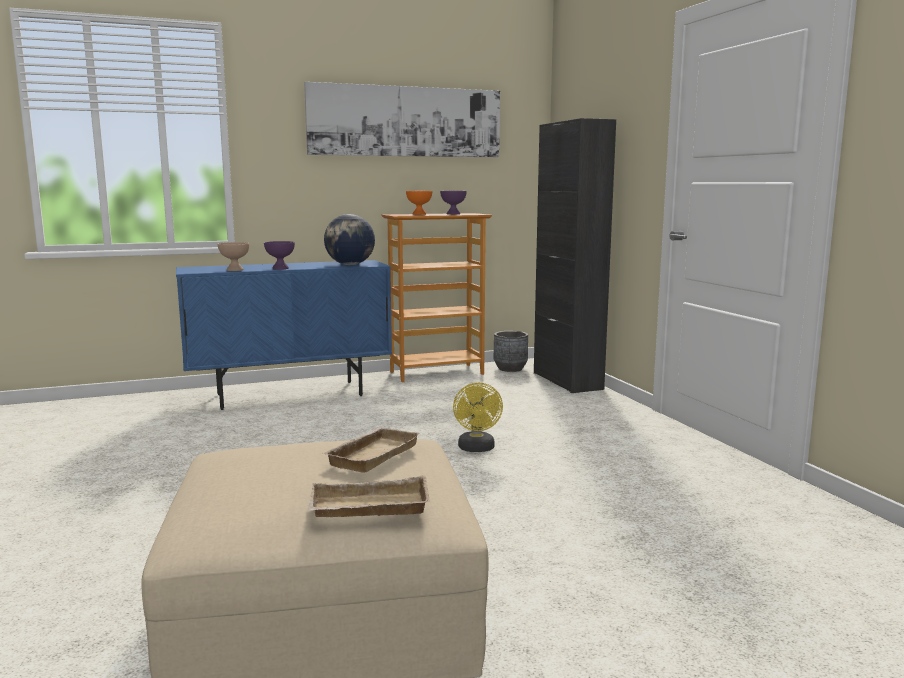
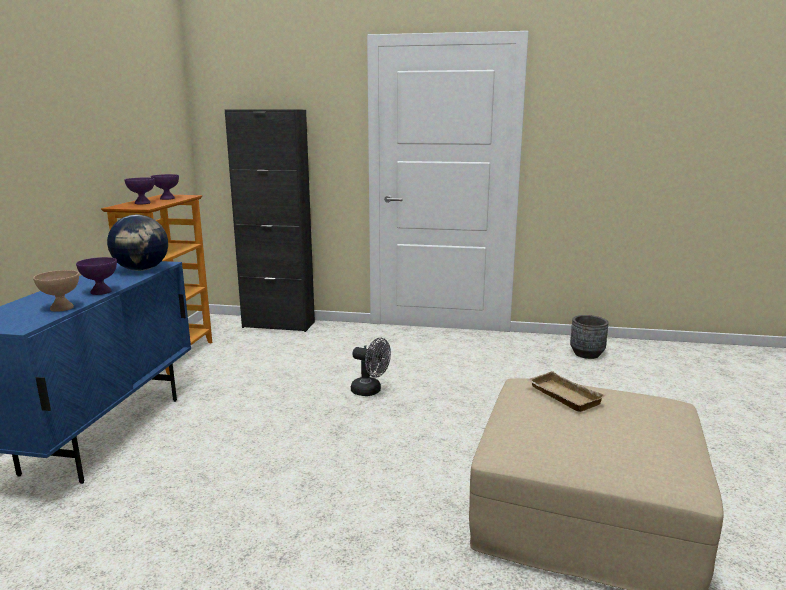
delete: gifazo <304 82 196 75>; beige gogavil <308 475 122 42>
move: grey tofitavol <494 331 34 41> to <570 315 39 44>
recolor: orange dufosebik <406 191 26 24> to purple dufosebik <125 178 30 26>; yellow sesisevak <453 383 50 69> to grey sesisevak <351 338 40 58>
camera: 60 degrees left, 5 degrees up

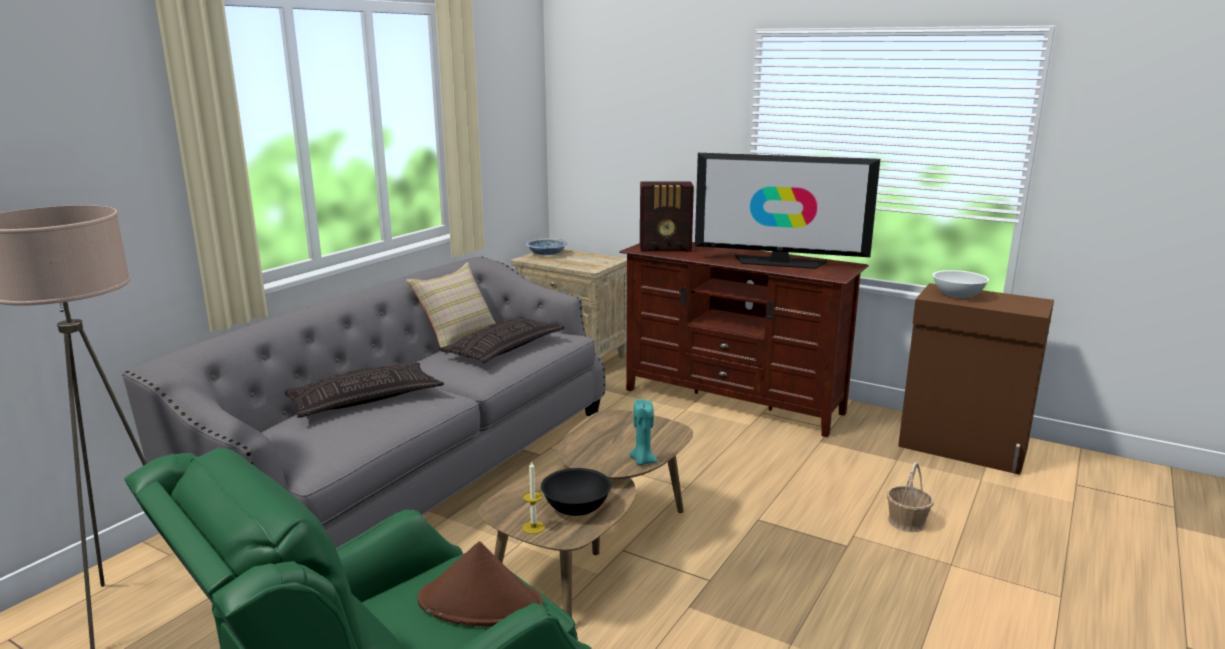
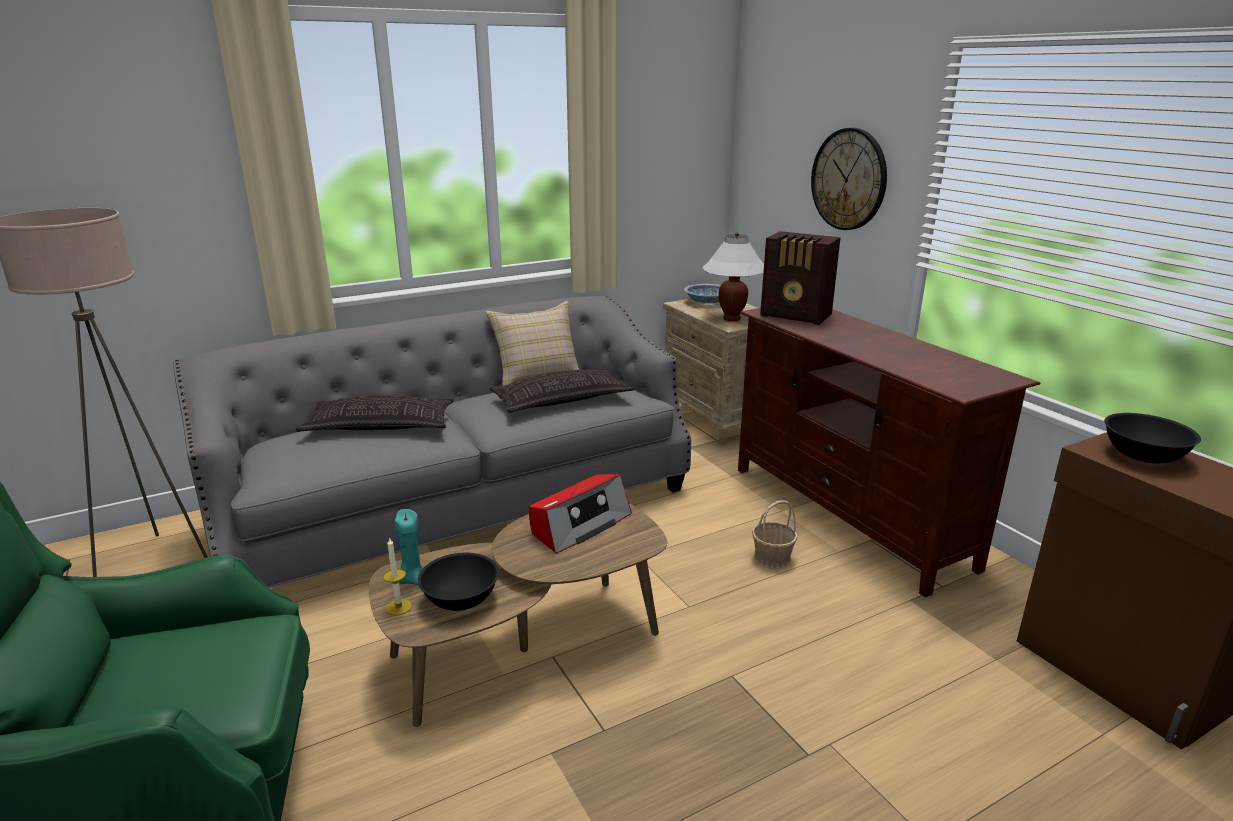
delete: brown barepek <418 541 125 86>; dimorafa <695 153 185 116>
insert: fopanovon <529 474 103 80>; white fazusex <702 233 62 89>; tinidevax <811 128 76 102>
move: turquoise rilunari <629 399 29 67> to <394 509 29 76>; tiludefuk <887 462 46 70> to <752 500 46 69>
recolor: white dufosebik <932 270 57 28> to black dufosebik <1104 413 97 50>
camera: 30 degrees right, 5 degrees up

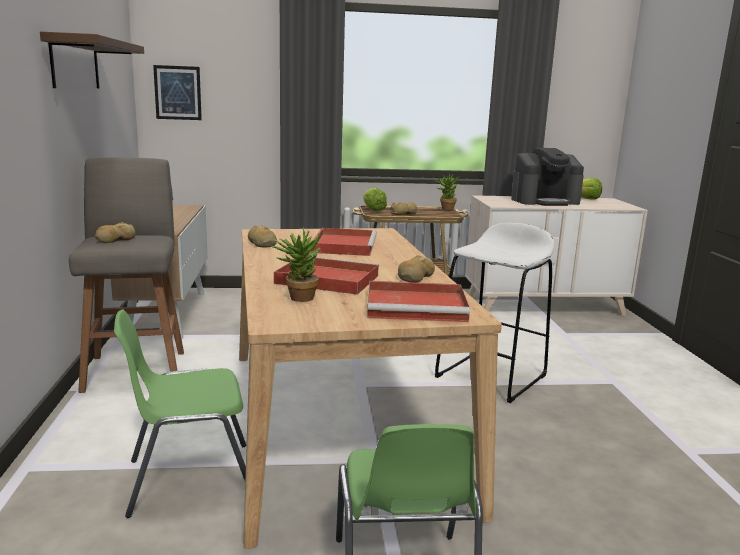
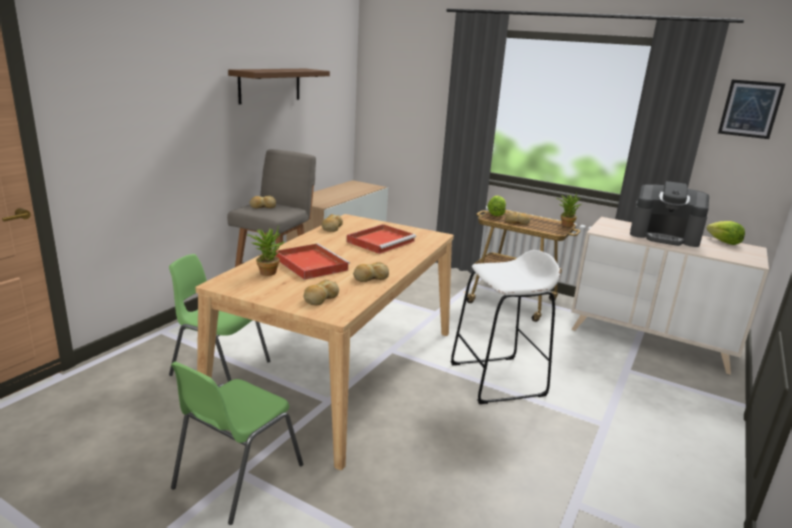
move: gifazo <153 65 49 55> to <718 79 67 60>
replace: red gogavil <367 281 103 41> to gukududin <304 279 35 26>
camera: 35 degrees right, 5 degrees up

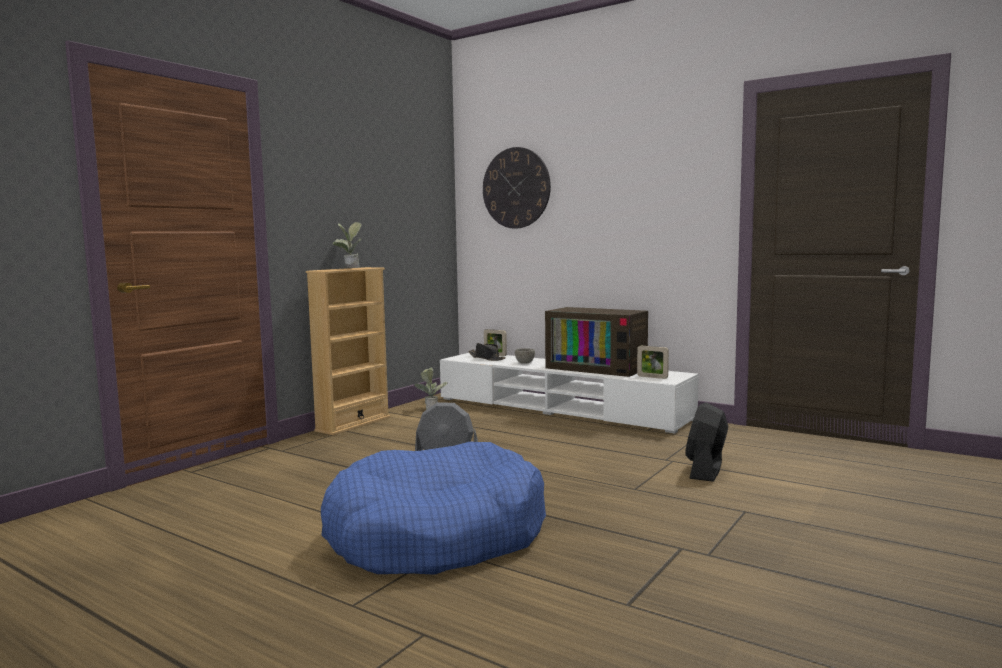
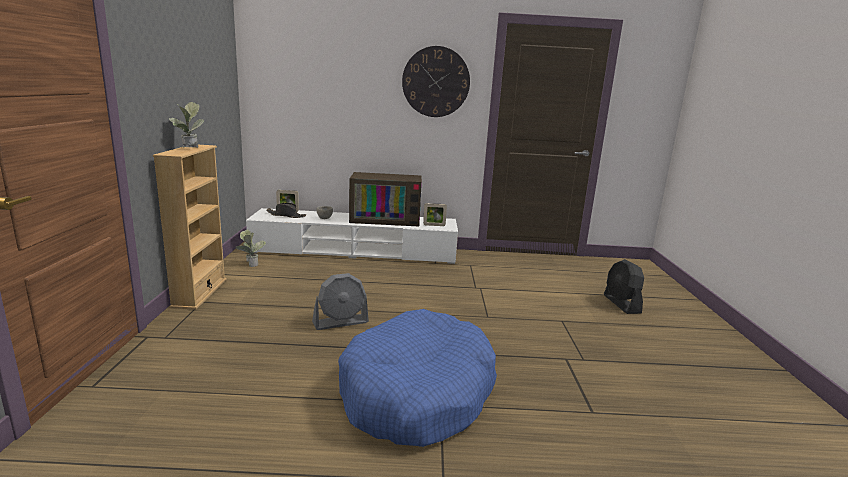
move: tinidevax <483 147 68 82> to <402 46 68 71>; black sesisevak <685 402 43 80> to <604 259 40 55>
camera: 35 degrees left, 10 degrees up

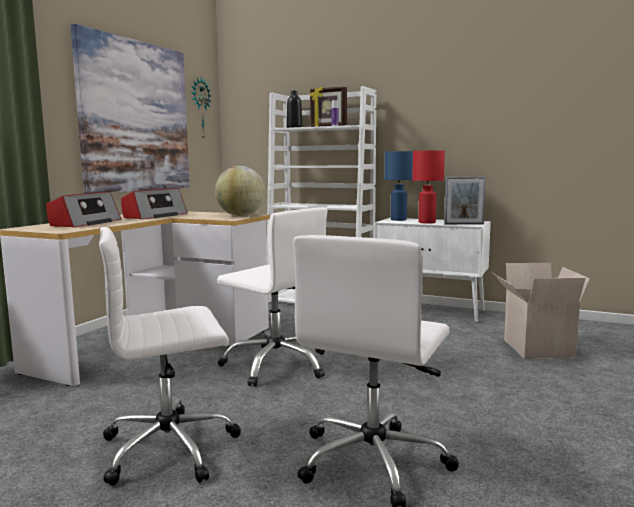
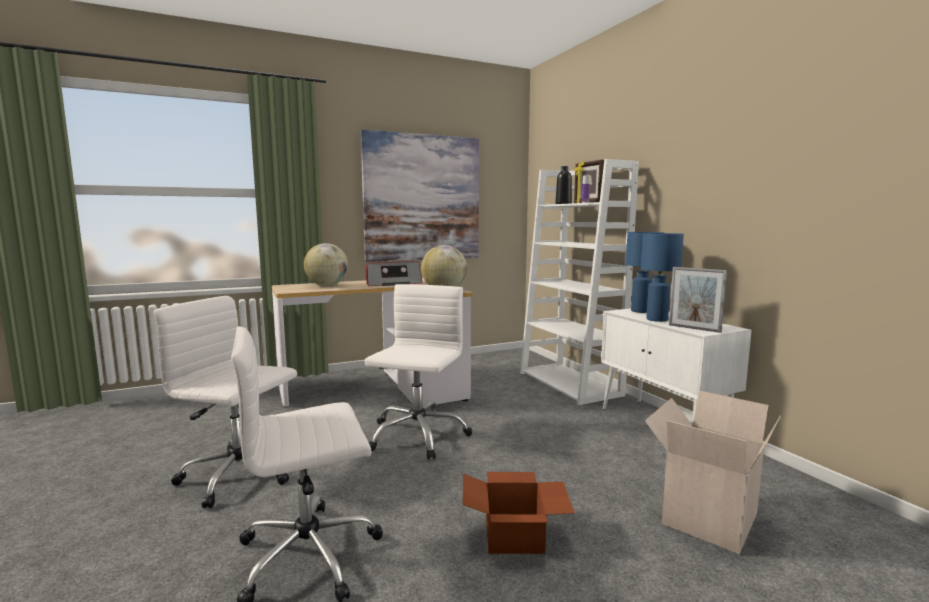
delete: tinidevax <191 77 21 63>
insert: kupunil <463 472 112 82>
replace: fopanovon <46 192 75 35> to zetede <304 243 44 43>
recolor: red fazusex <412 150 33 74> to blue fazusex <641 233 43 89>
rotate: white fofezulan <217 207 111 180> = <365 284 107 176> 150 degrees counterclockwise
camera: 40 degrees right, 0 degrees up

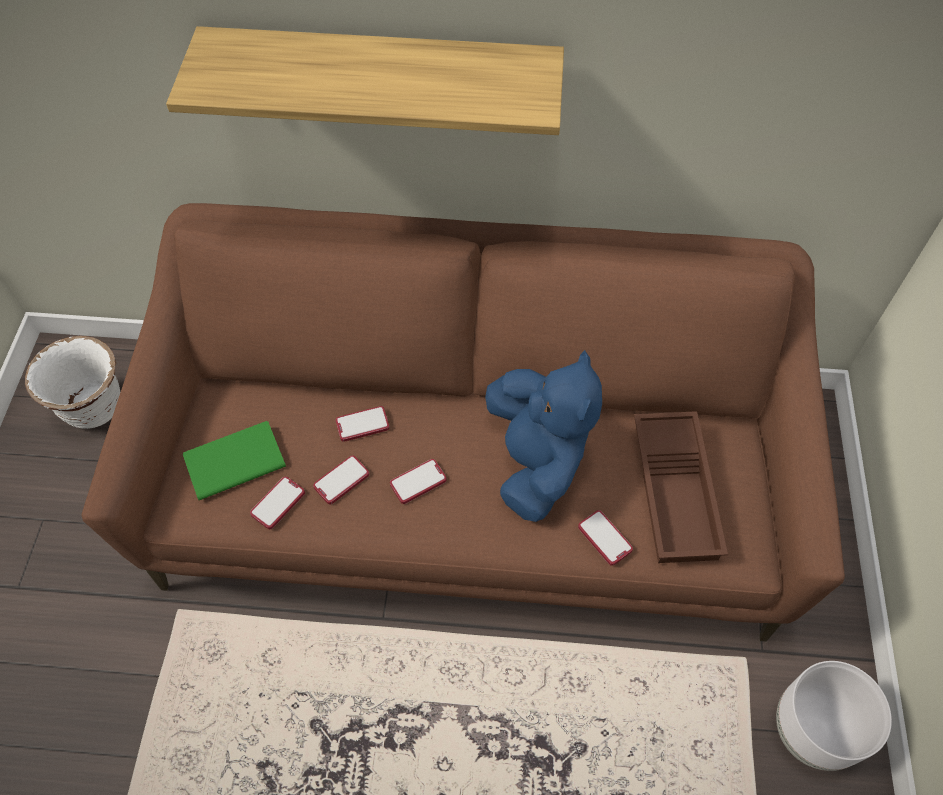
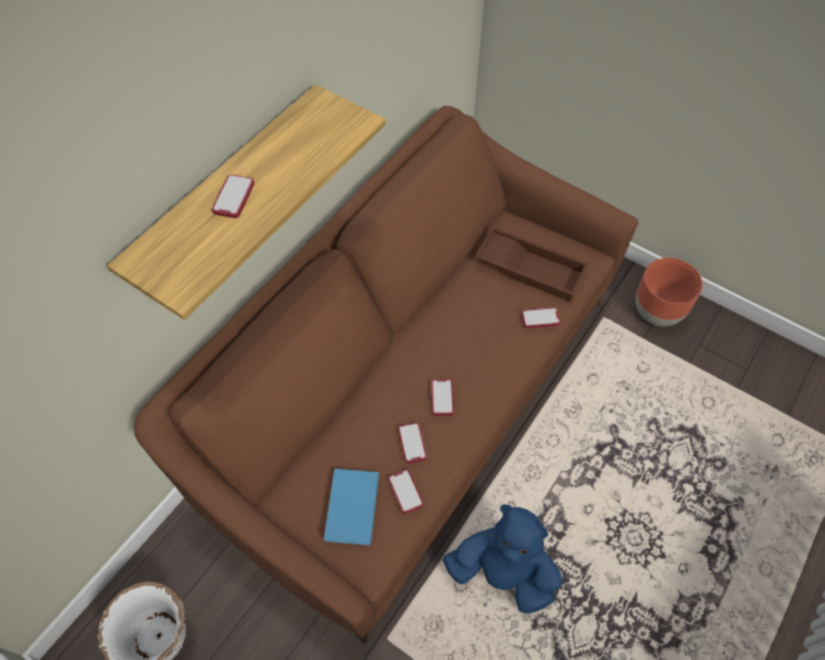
move: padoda <336 406 53 36> to <212 175 42 43>; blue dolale <485 350 117 172> to <443 505 119 108>
recolor: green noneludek <183 421 103 79> to blue noneludek <324 469 55 76>; white tofitavol <776 661 116 110> to brown tofitavol <636 258 67 68>
camera: 60 degrees left, 0 degrees up

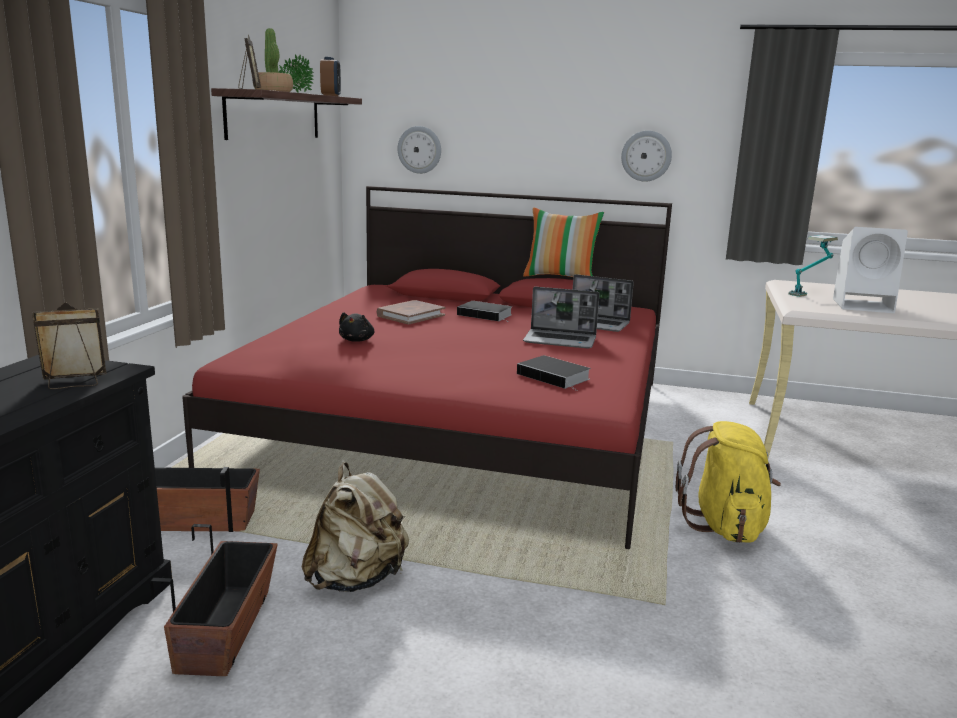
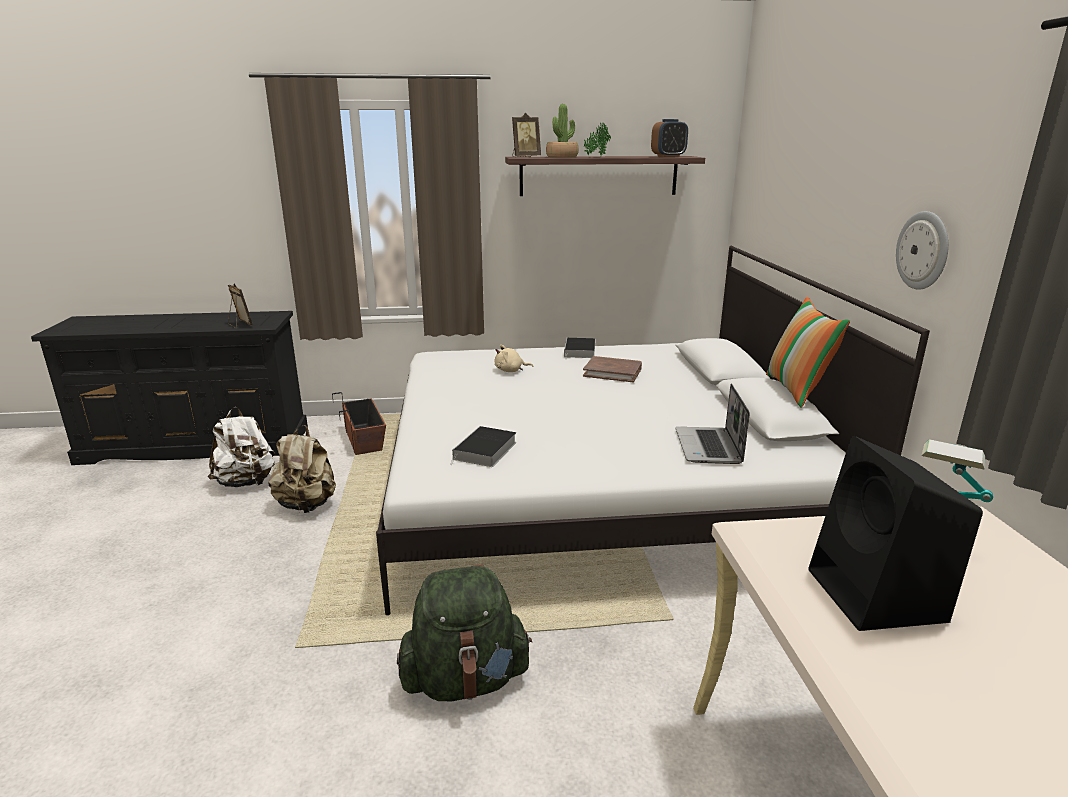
delete: tinidevax <398 126 43 48>; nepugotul <523 287 77 61>
move: noneludek <457 301 56 21> to <564 338 31 22>
replace: tofitavol <150 524 128 152> to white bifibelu <208 407 67 80>
recolor: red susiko <182 186 490 363> to white susiko <376 246 554 369>; black dolale <339 312 35 30> to beige dolale <495 345 38 27>; yellow bifibelu <676 421 105 122> to green bifibelu <397 565 135 136>; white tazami <833 227 75 86> to black tazami <808 436 175 195>
camera: 70 degrees right, 5 degrees up

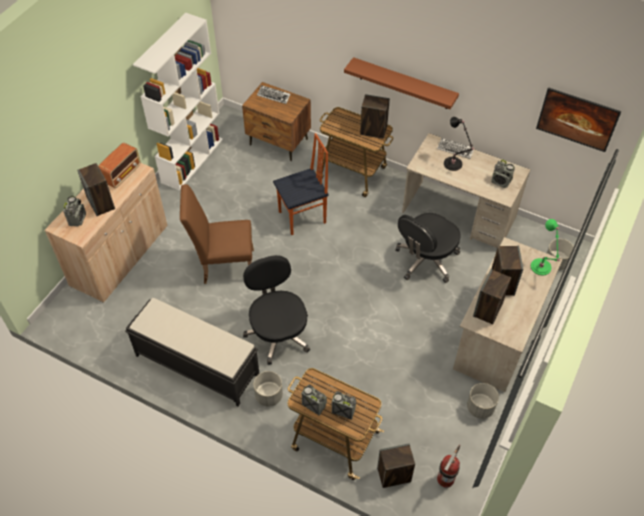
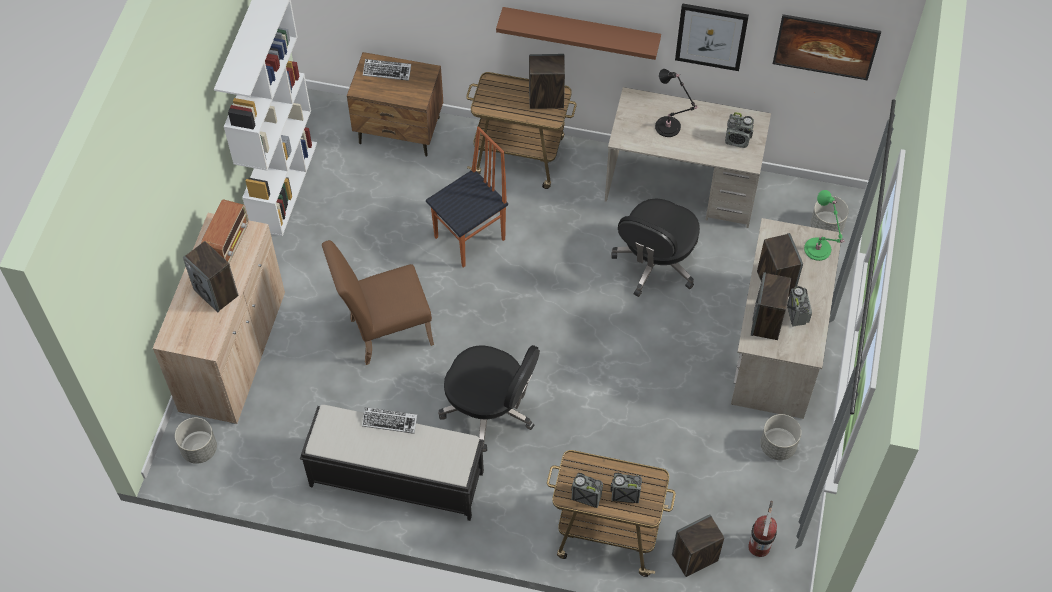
insert: gifazo <675 3 74 68>
move: fopanovon <63 196 23 31> to <787 286 25 41>; grey tofitavol <254 371 29 35> to <175 418 42 46>; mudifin <437 138 37 21> to <362 407 55 27>
rotate: black fofezulan <243 255 67 110> = <438 345 102 107> 150 degrees clockwise
camera: 15 degrees left, 5 degrees up

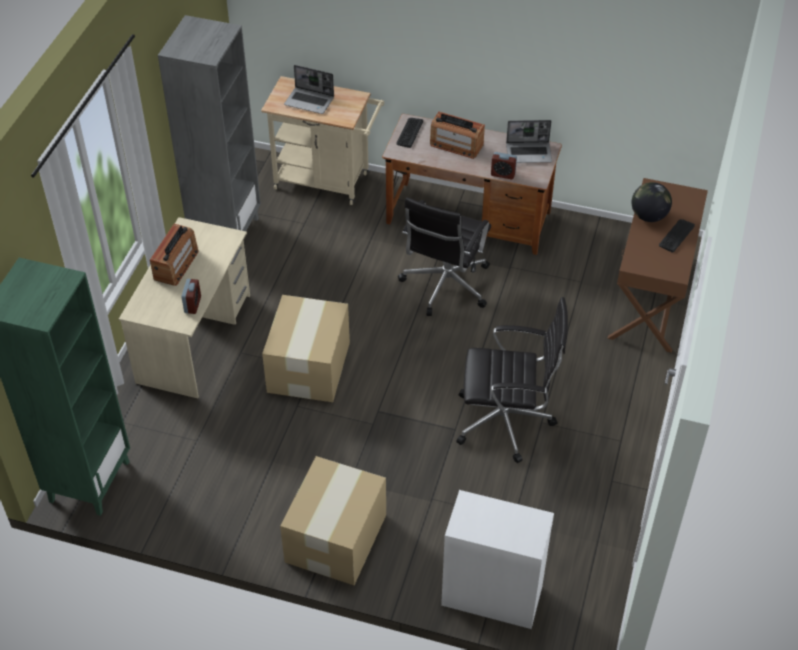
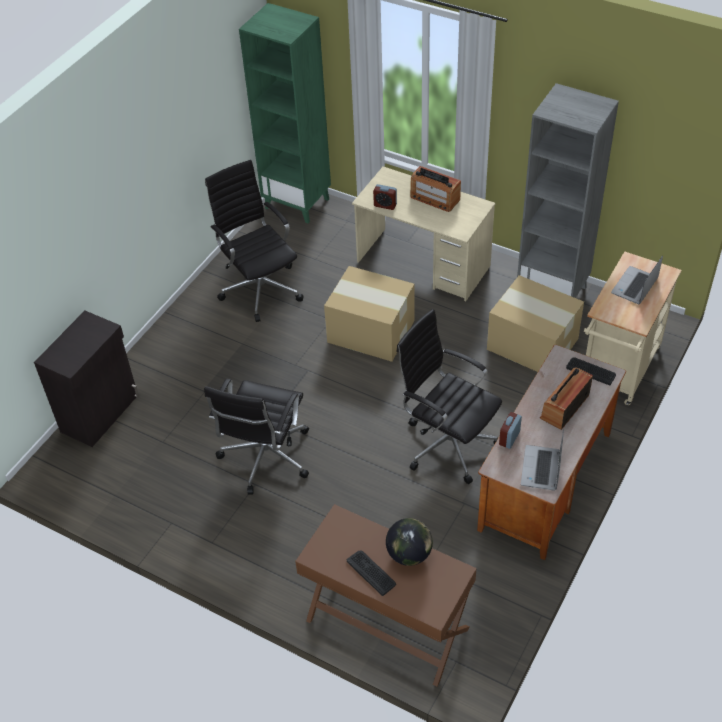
insert: black fofezulan <205 160 98 162>
move: kupunil <280 456 106 129> to <487 275 97 97>
recolor: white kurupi <441 490 113 139> to black kurupi <34 311 105 136>
camera: 105 degrees right, 0 degrees up

